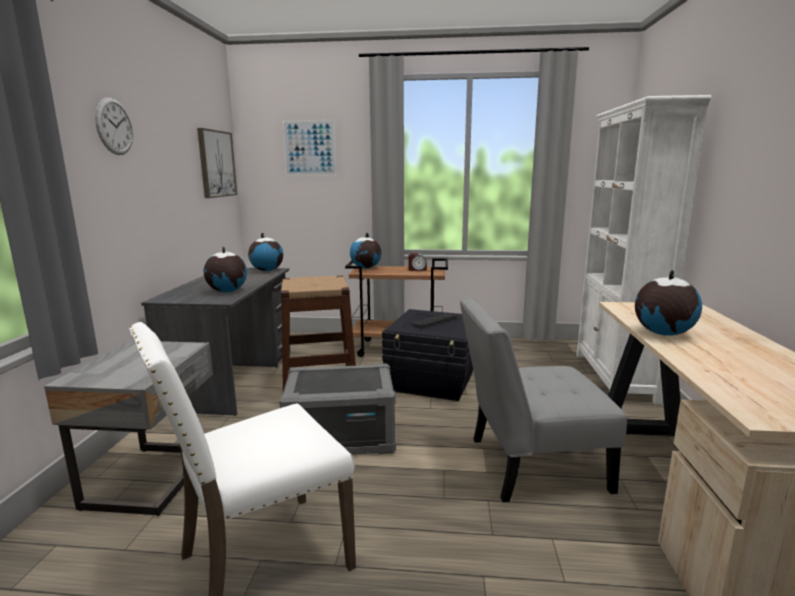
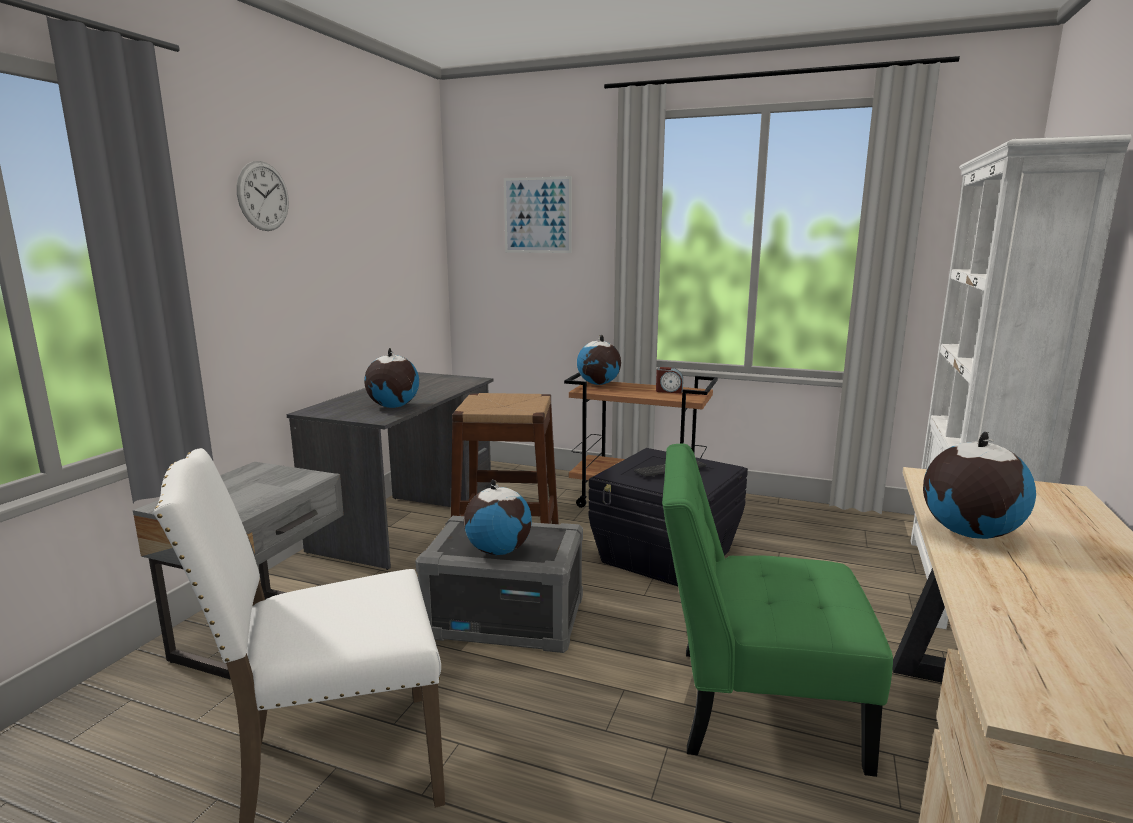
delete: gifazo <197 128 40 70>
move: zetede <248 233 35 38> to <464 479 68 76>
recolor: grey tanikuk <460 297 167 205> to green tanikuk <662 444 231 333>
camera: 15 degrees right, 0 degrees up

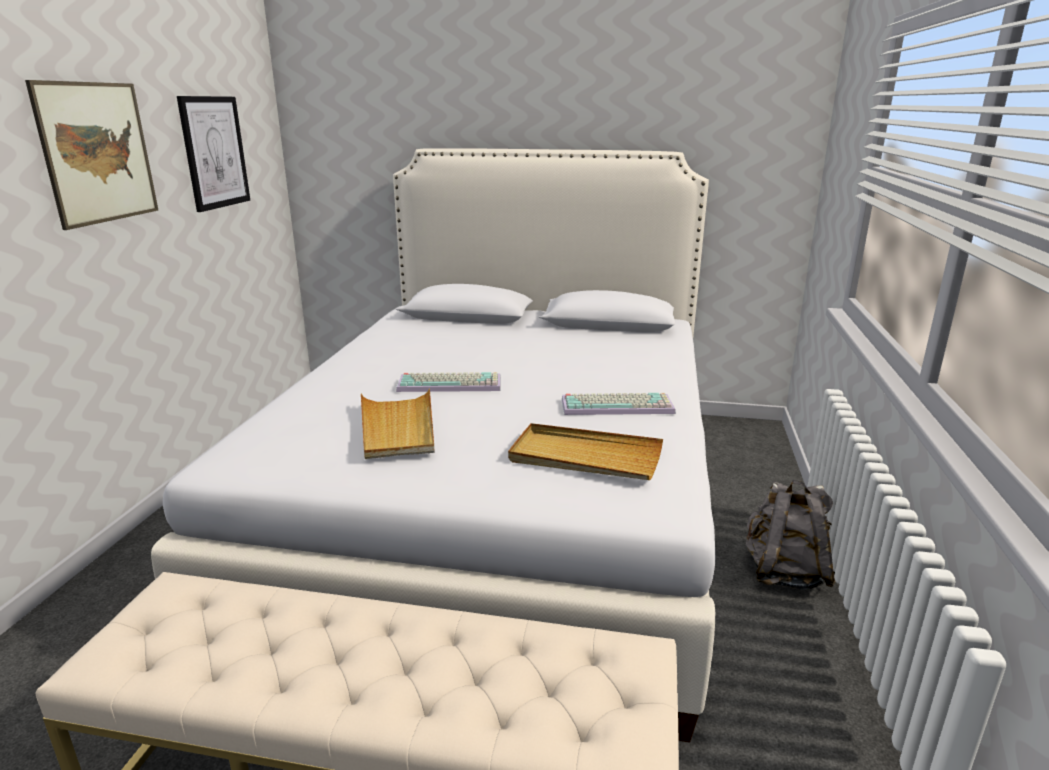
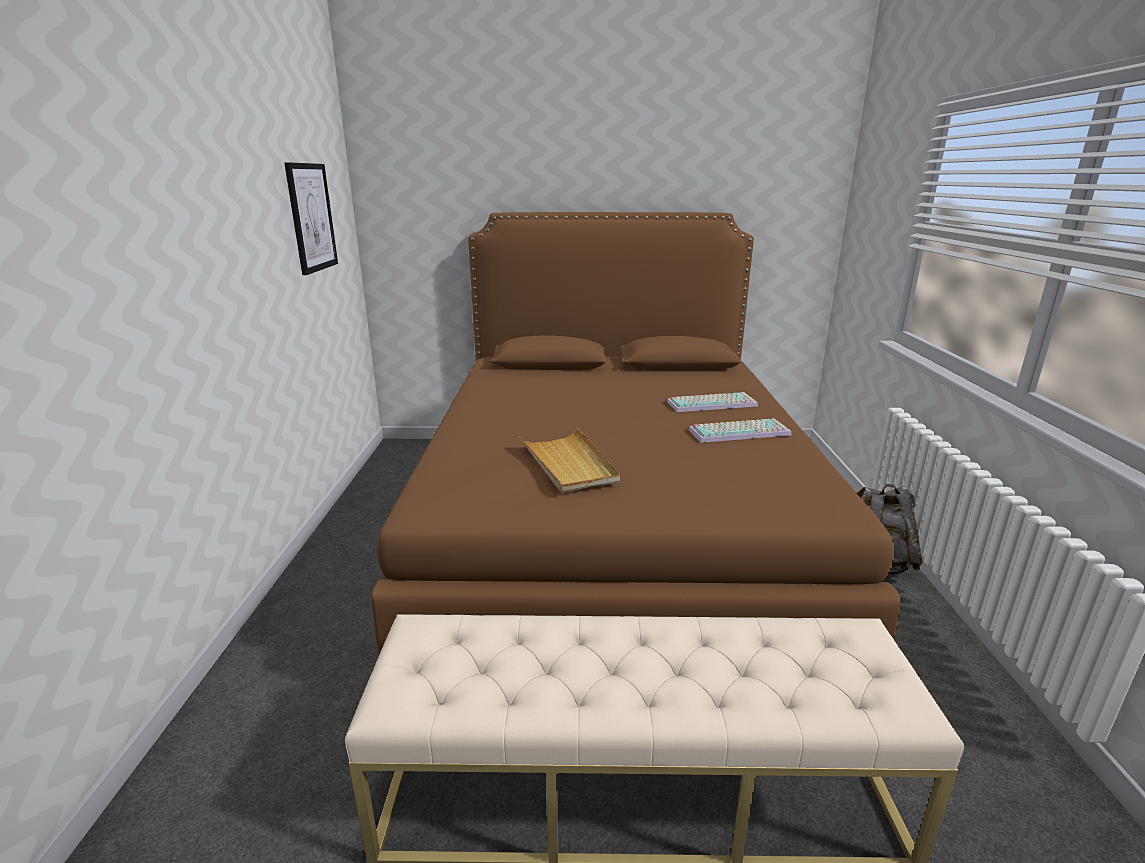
delete: gifazo <25 80 133 150>; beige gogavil <508 423 155 57>
move: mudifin <396 372 105 20> to <667 392 91 20>
recolor: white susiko <151 148 564 594> to brown susiko <372 212 529 442>
camera: 10 degrees left, 0 degrees up

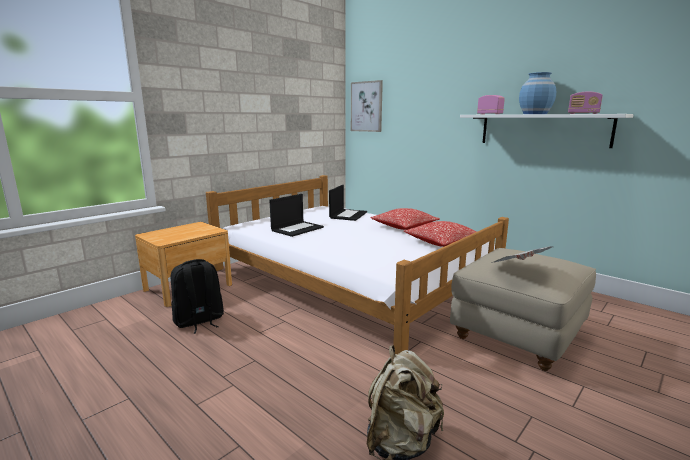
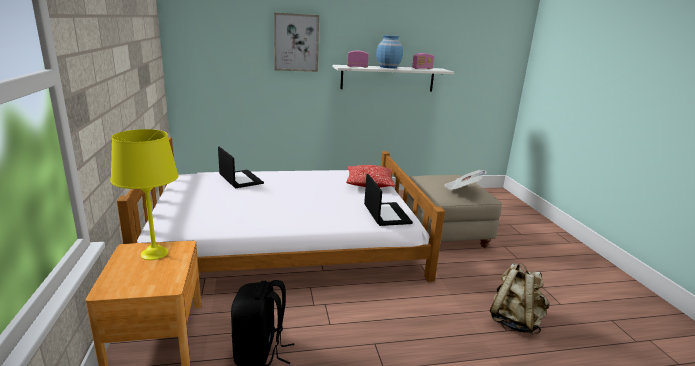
delete: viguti <370 208 70 22>
insert: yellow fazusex <110 129 69 131>
move: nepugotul <269 194 55 43> to <364 174 49 52>; gifazo <351 80 32 52> to <274 13 45 59>
camera: 55 degrees left, 5 degrees up

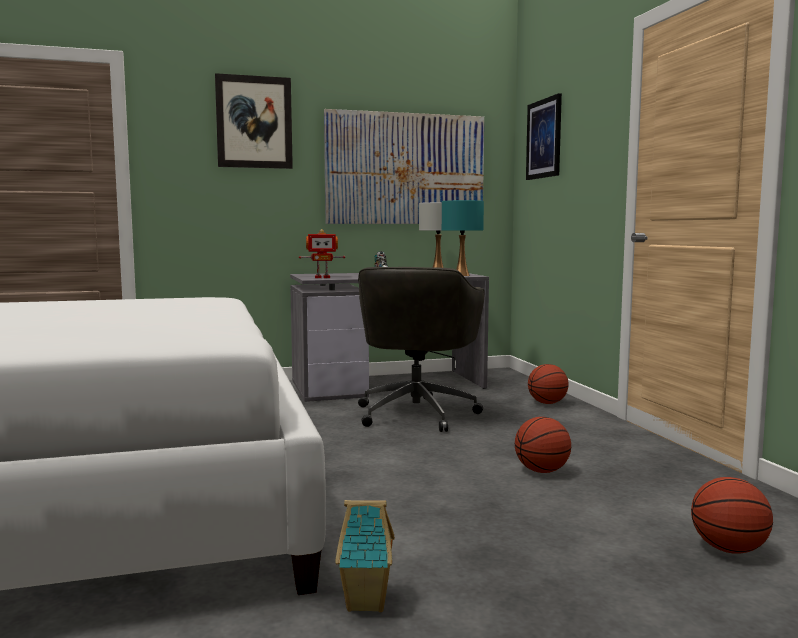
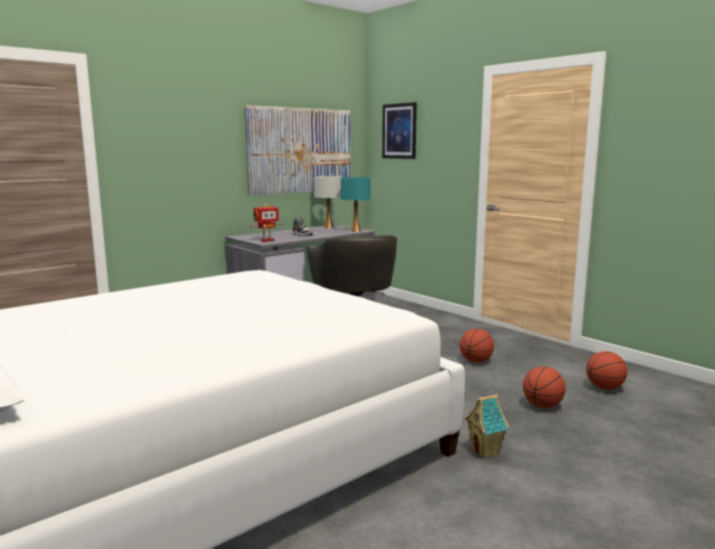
delete: gifazo <215 73 78 96>
move: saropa <528 364 41 40> to <523 367 43 41>
camera: 25 degrees left, 5 degrees up

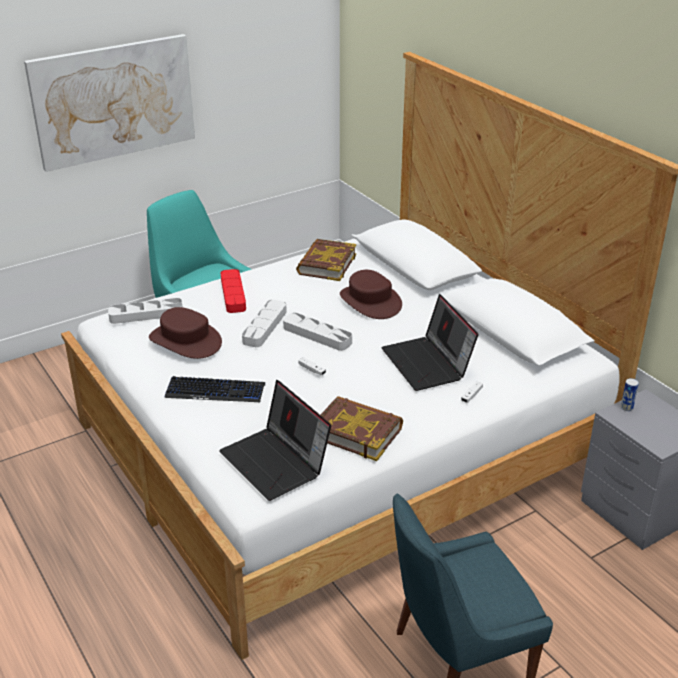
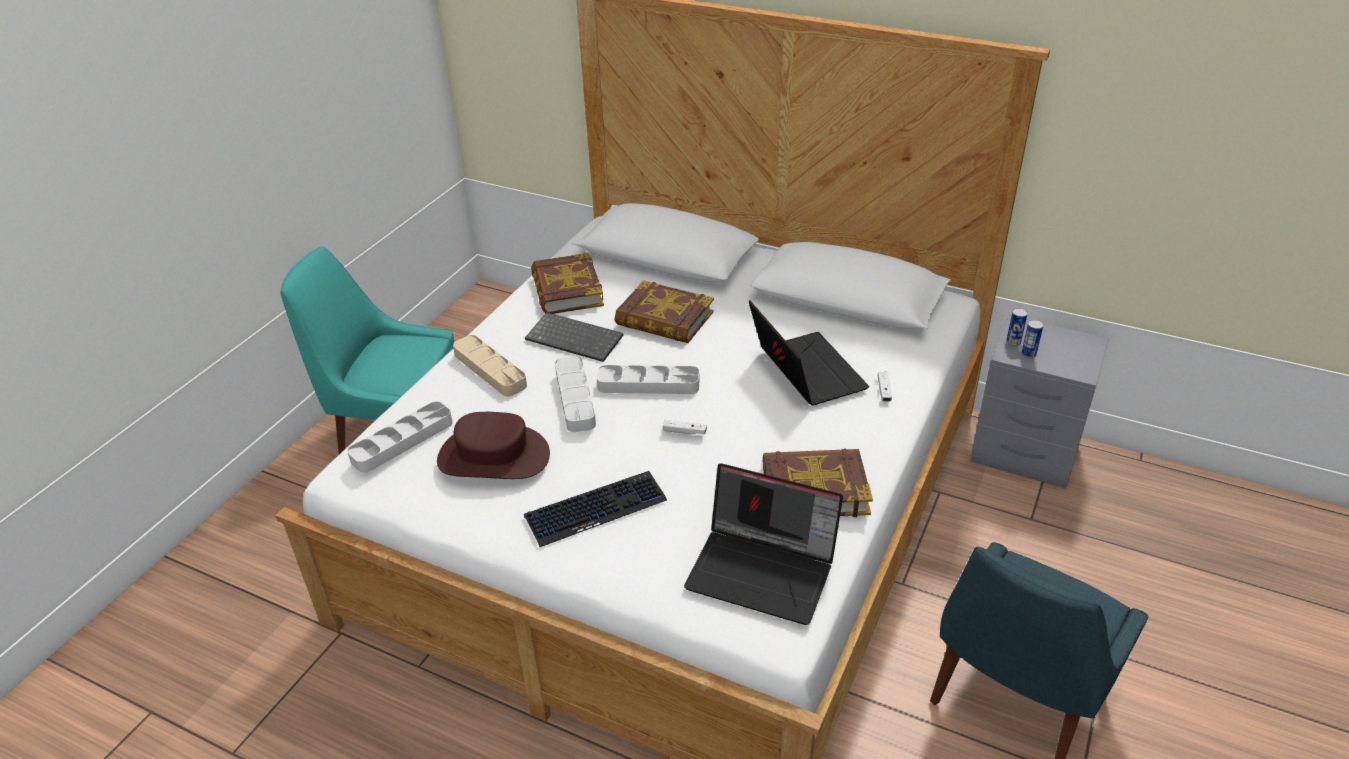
delete: gifazo <24 34 171 138>
insert: mudifin <525 312 99 50>; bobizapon <1021 320 22 39>
replace: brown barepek <340 270 62 49> to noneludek <615 280 99 63>
recolor: red gogavil <221 269 25 44> to beige gogavil <453 335 74 62>
rotate: nepugotul <381 294 97 97> = <749 301 120 105> 150 degrees counterclockwise
camera: 30 degrees left, 5 degrees up

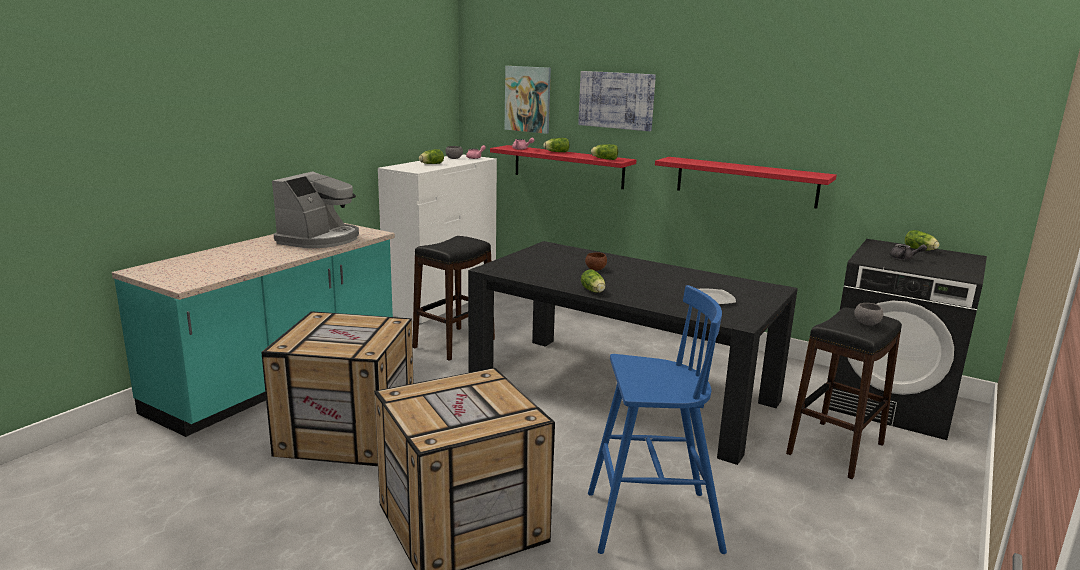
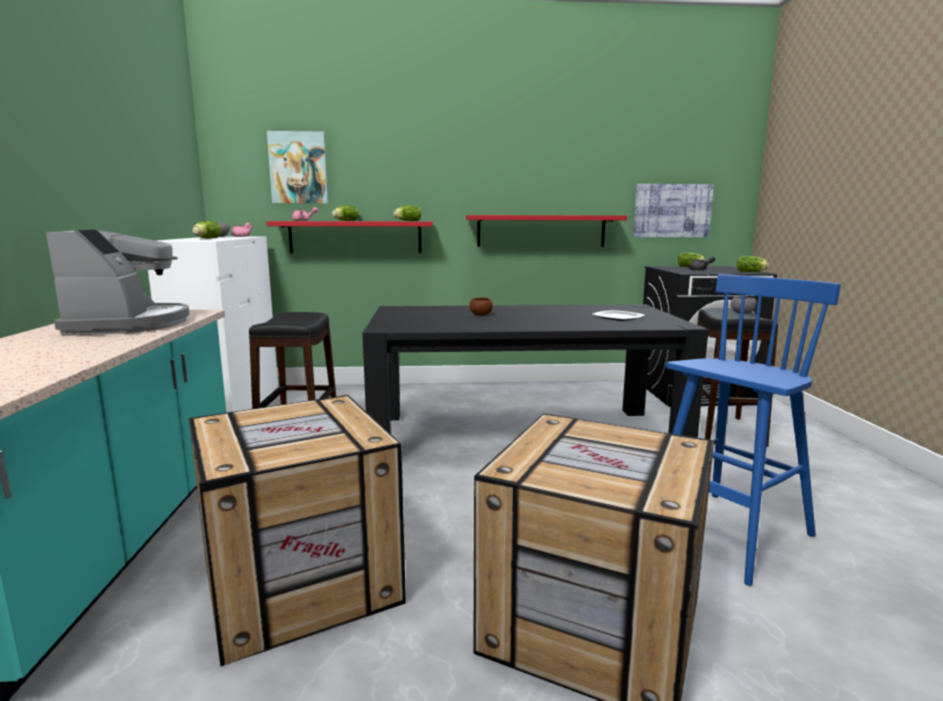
move: gifazo <578 71 78 60> to <633 184 81 53>; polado <581 269 24 24> to <737 256 32 16>
camera: 35 degrees left, 5 degrees down

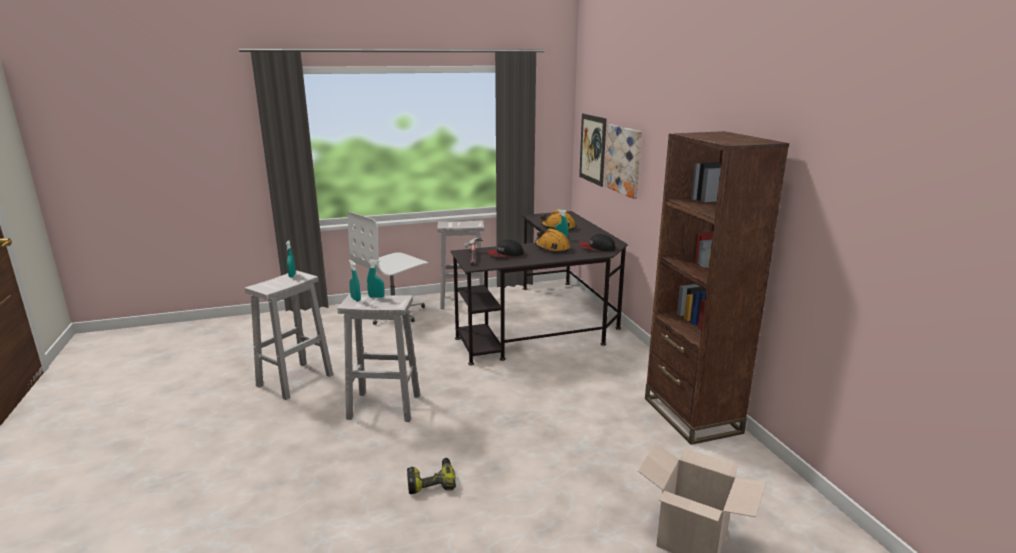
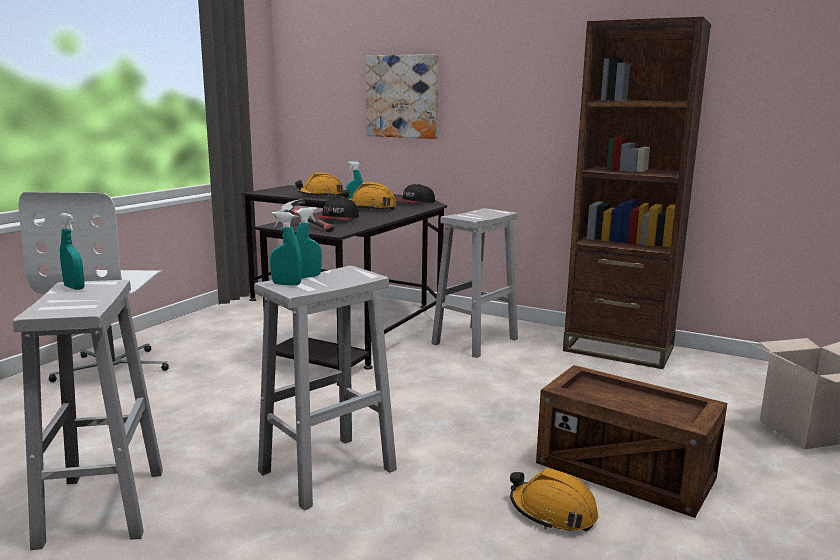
delete: gifazo <579 114 28 73>
insert: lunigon <536 365 191 153>
move: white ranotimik <437 221 47 88> to <432 208 86 150>
replace: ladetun <407 458 49 36> to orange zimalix <510 468 88 63>
camera: 45 degrees left, 5 degrees down

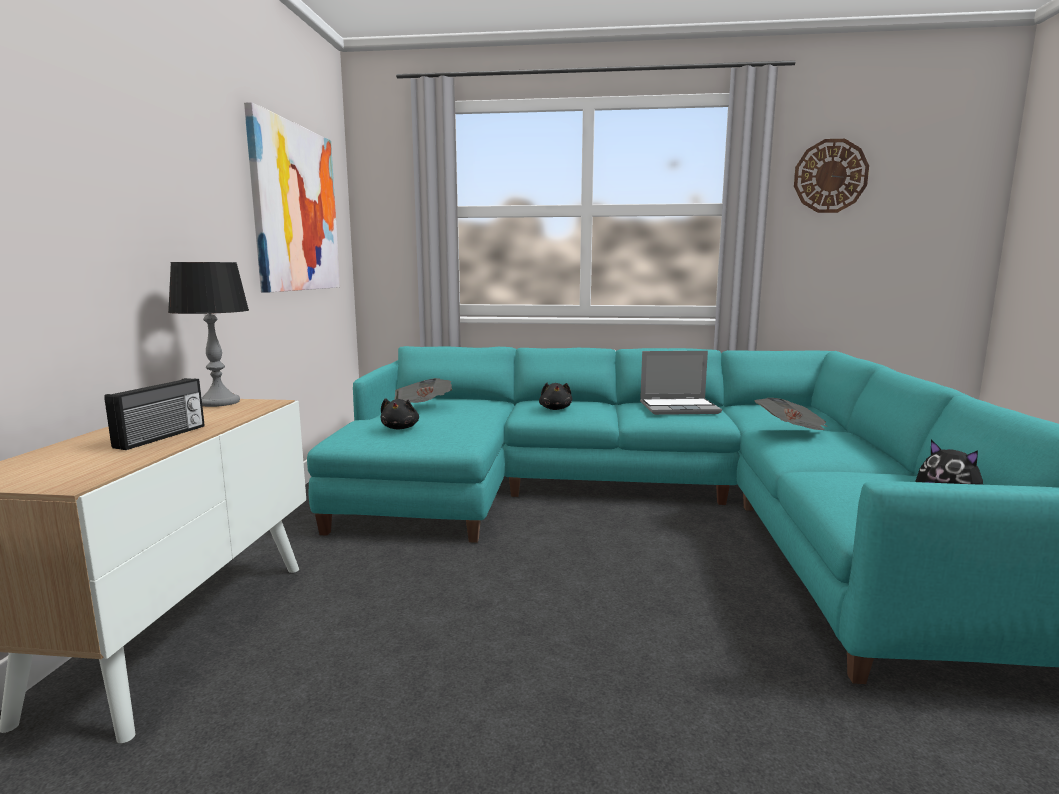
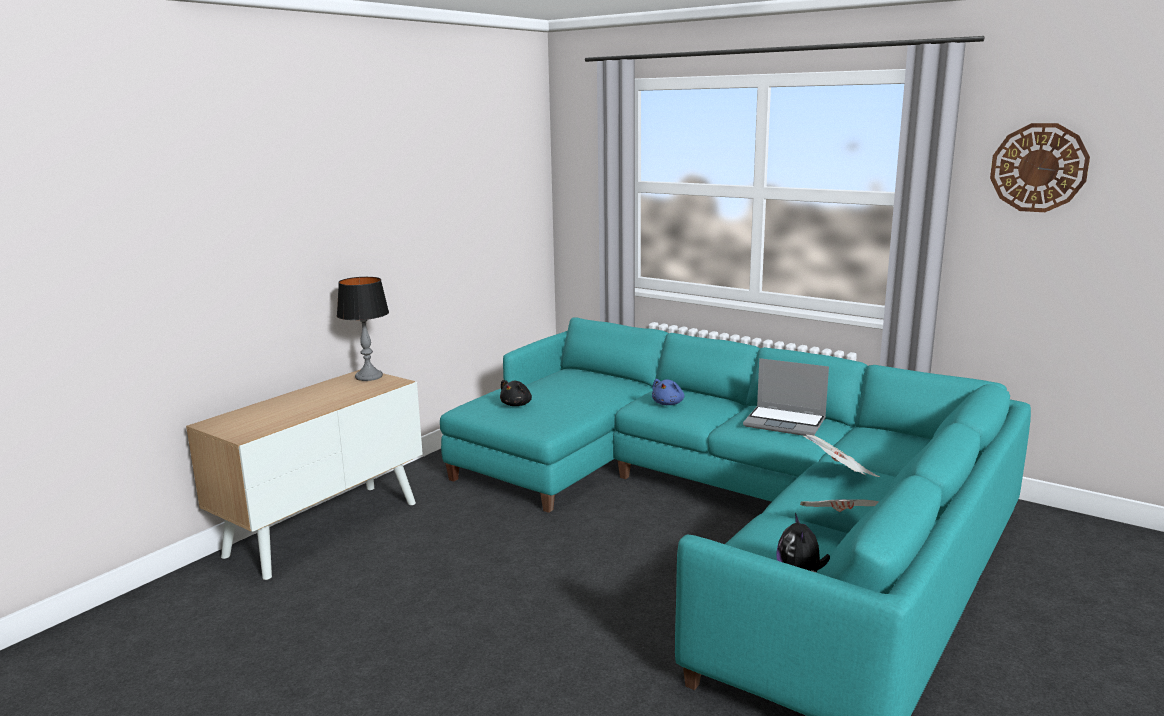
delete: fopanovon <104 378 100 72>; gifazo <244 102 96 191>
move: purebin <395 378 57 25> to <800 499 79 13>
recolor: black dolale <539 383 33 27> to blue dolale <652 379 32 26>
camera: 30 degrees right, 5 degrees up

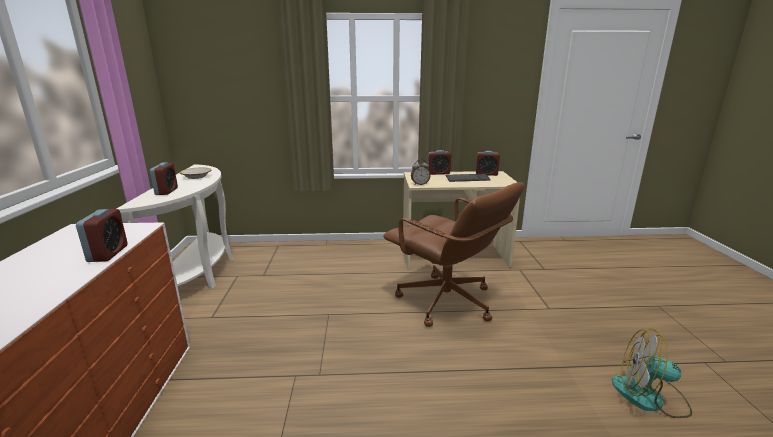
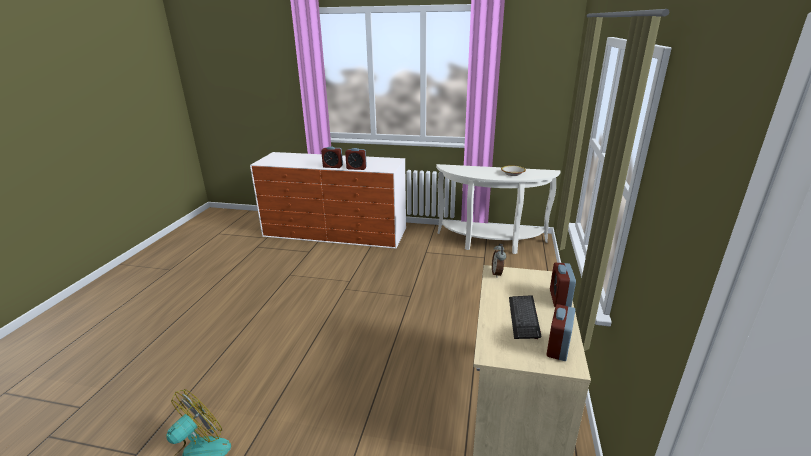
delete: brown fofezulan <383 182 141 145>
move: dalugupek <150 162 28 33> to <321 146 22 22>
camera: 105 degrees right, 5 degrees up

